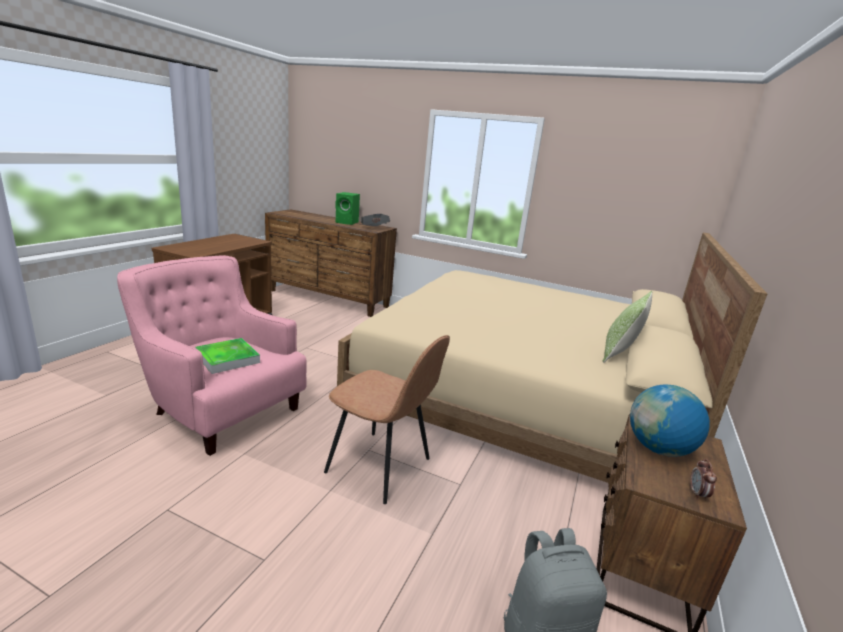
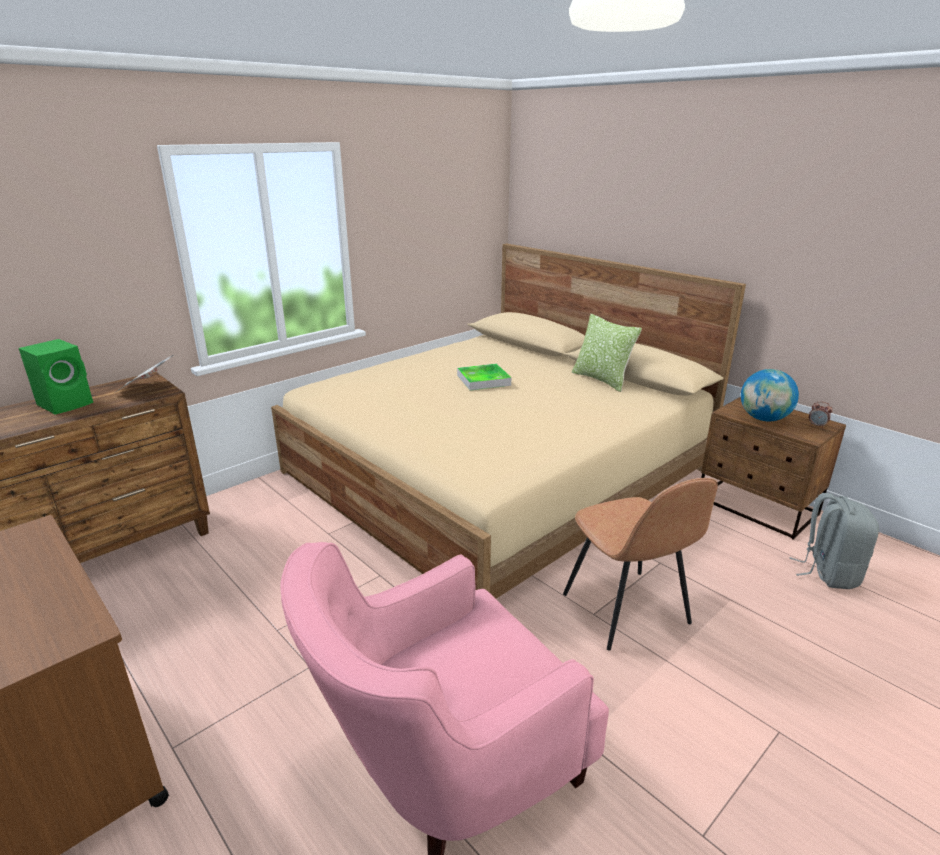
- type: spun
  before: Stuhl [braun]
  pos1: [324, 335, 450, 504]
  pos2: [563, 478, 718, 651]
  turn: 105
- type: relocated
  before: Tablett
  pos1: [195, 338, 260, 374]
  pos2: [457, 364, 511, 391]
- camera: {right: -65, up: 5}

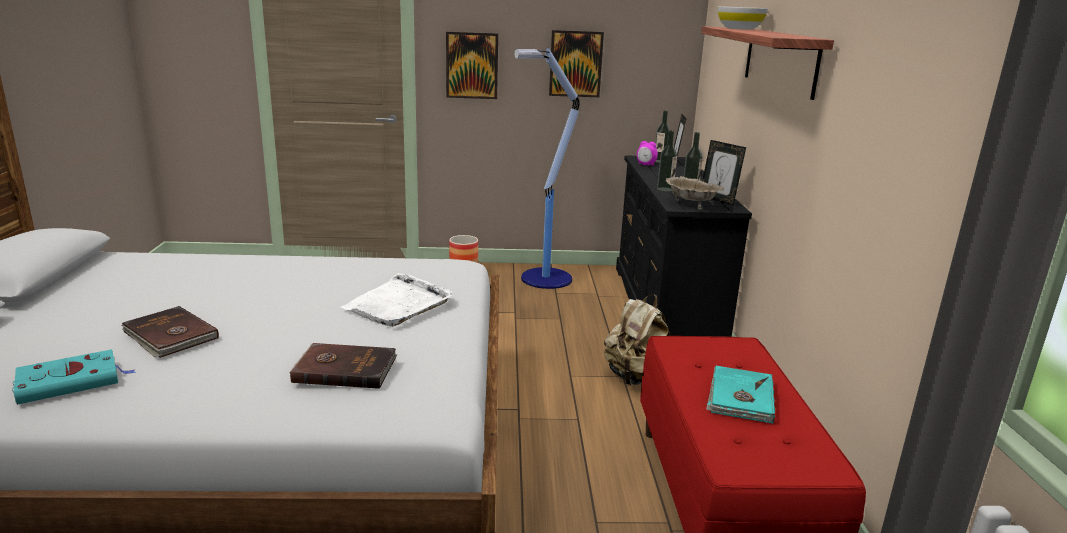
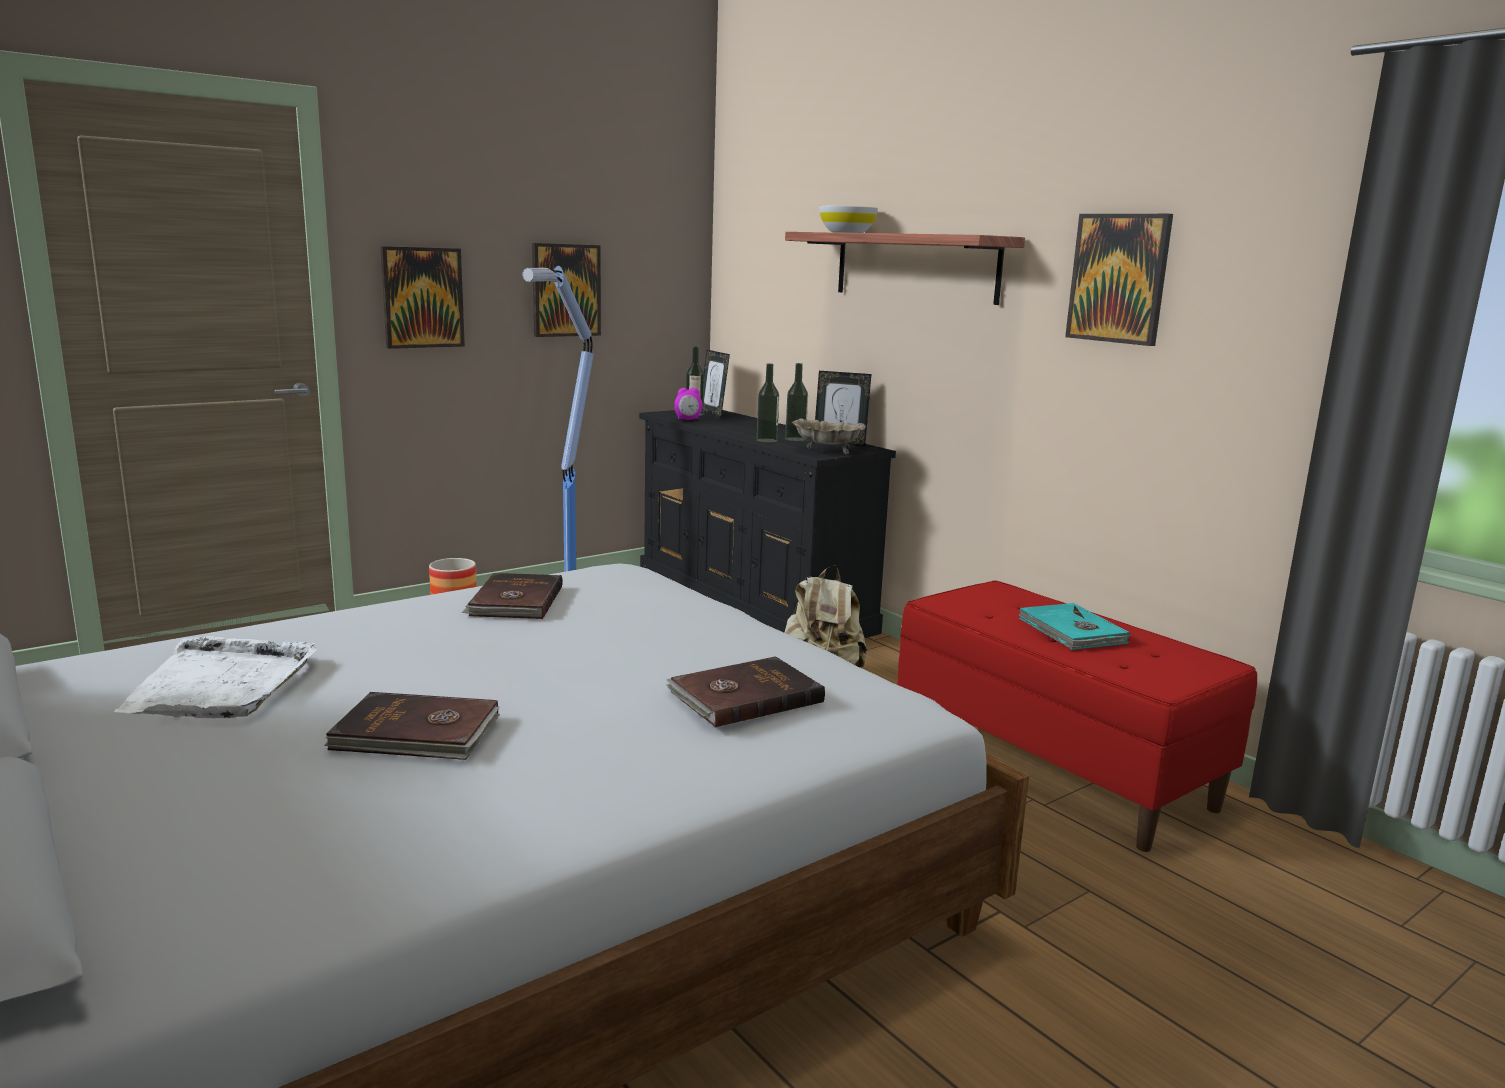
- type: relocated
  before: Tablett [weiß]
  pos1: [341, 273, 452, 327]
  pos2: [114, 636, 317, 718]
- type: missing
  before: Buch [türkis]
  pos1: [12, 349, 136, 405]
- type: appeared
  after: Bild
  pos2: [1065, 214, 1173, 346]
- type: appeared
  after: Buch [braun]
  pos2: [462, 573, 563, 619]
- camera: {right: -35, up: -5}

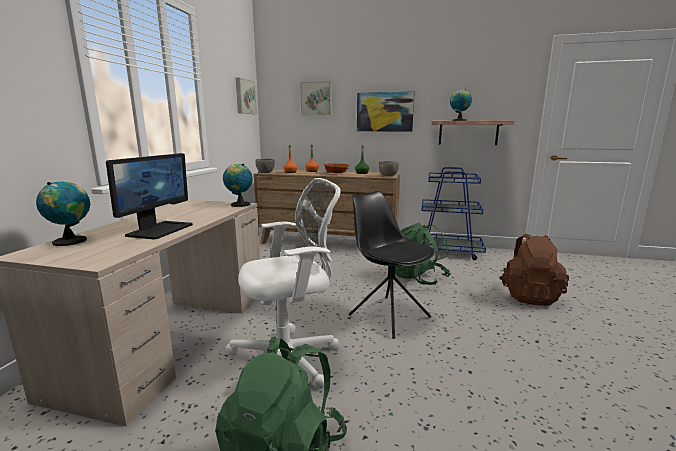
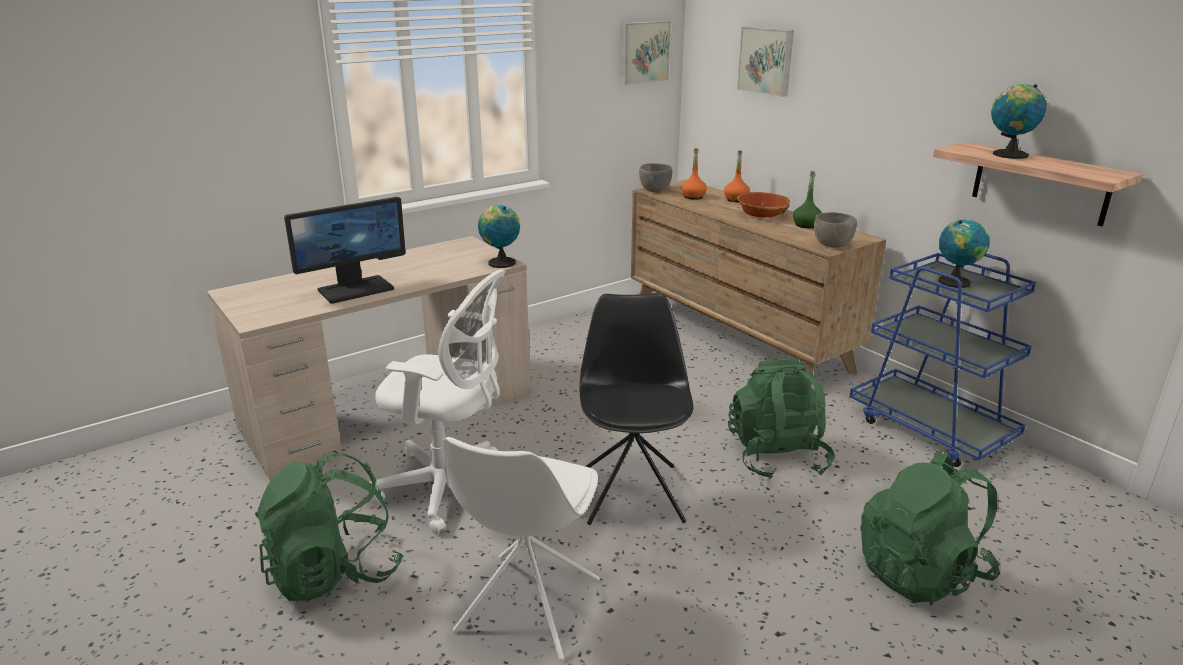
- type: missing
  before: Bild
  pos1: [357, 92, 415, 132]
- type: relocated
  before: Globus
  pos1: [36, 181, 90, 246]
  pos2: [938, 219, 990, 288]
- type: colour
  before: Rucksack [braun]
  after: Rucksack [grün]
  pos1: [499, 234, 569, 306]
  pos2: [860, 451, 1000, 603]
- type: appeared
  after: Stuhl [weiß]
  pos2: [444, 437, 600, 661]
- camera: {right: 40, up: 10}

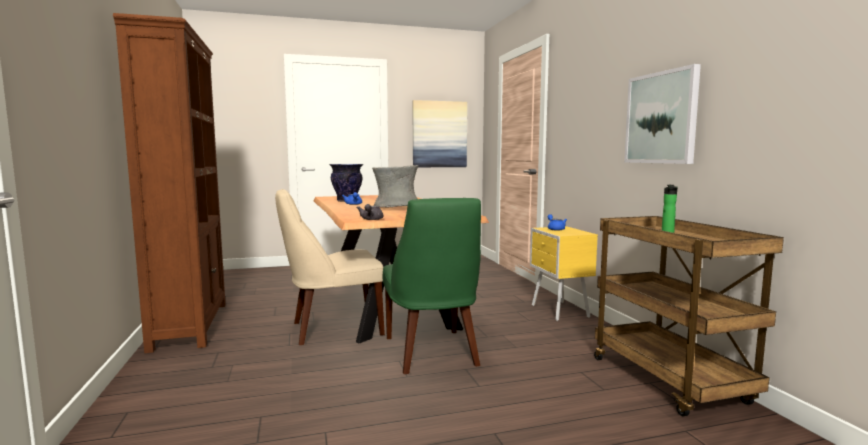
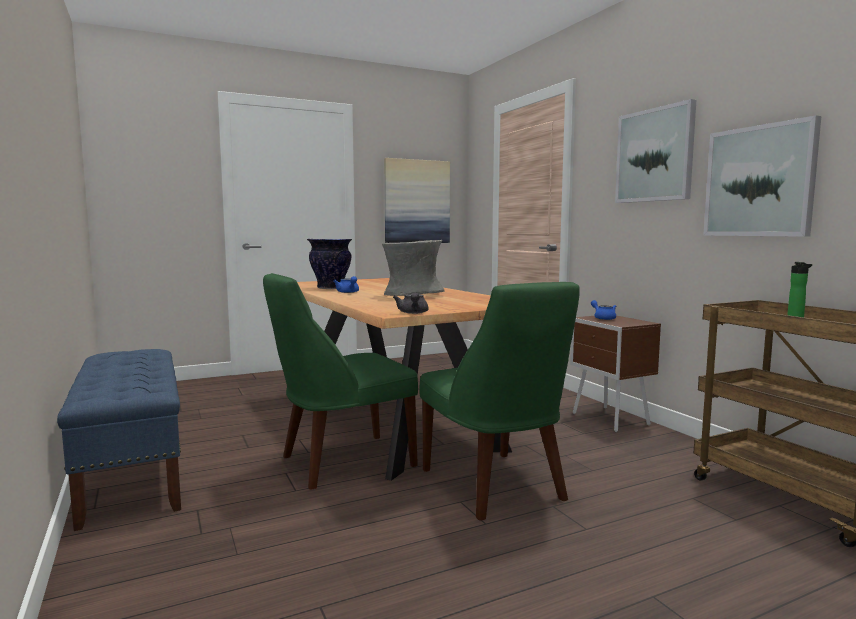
- type: exchanged
  before: Bücherregal [braun]
  after: Bank [blau]
  pos1: [113, 13, 226, 353]
  pos2: [57, 349, 181, 531]
- type: colour
  before: Stuhl [beige]
  after: Stuhl [grün]
  pos1: [275, 189, 385, 345]
  pos2: [263, 273, 418, 490]
- type: colour
  before: Nachttisch [gelb]
  after: Nachttisch [braun]
  pos1: [530, 226, 598, 321]
  pos2: [570, 316, 661, 432]
- type: appeared
  after: Bild
  pos2: [615, 99, 696, 203]
- camera: {right: -10, up: 0}

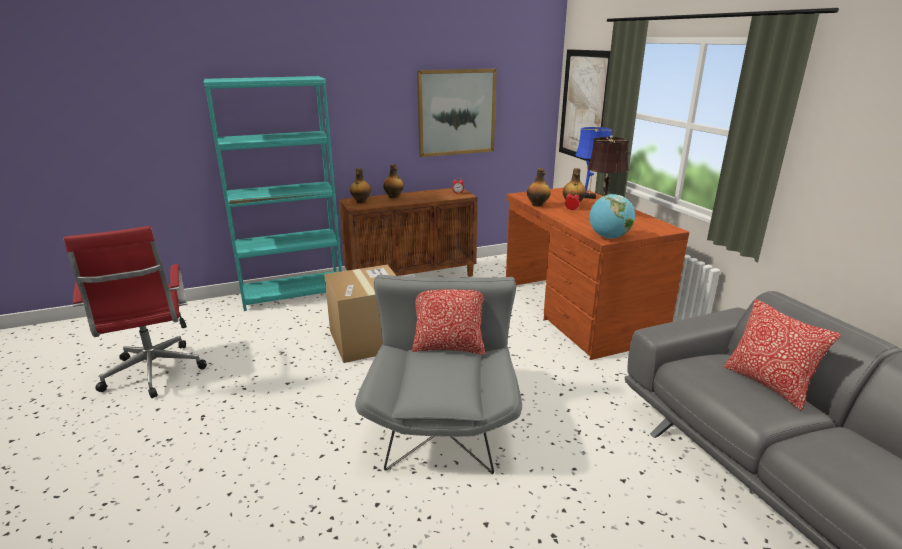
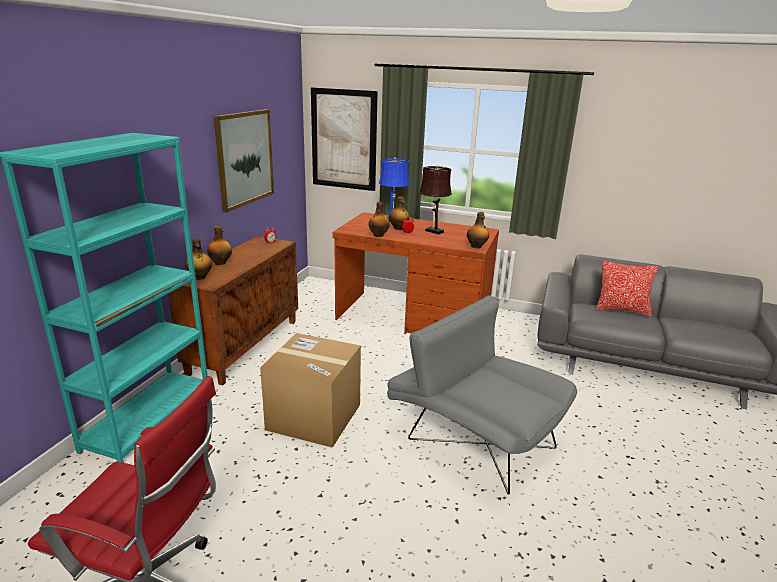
- type: exchanged
  before: Globus
  after: Flasche
  pos1: [589, 194, 635, 239]
  pos2: [467, 212, 489, 248]
- type: missing
  before: Kissen
  pos1: [412, 289, 485, 355]
- camera: {right: -50, up: 0}

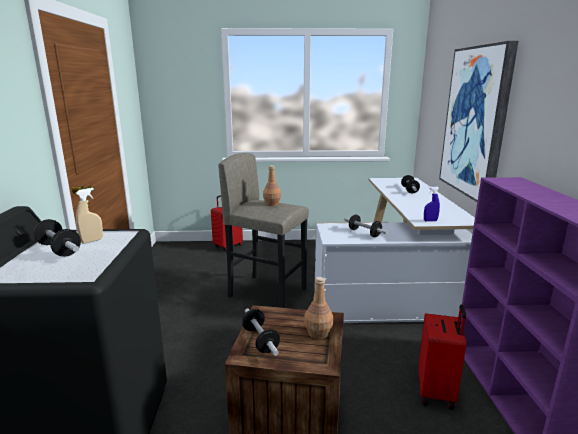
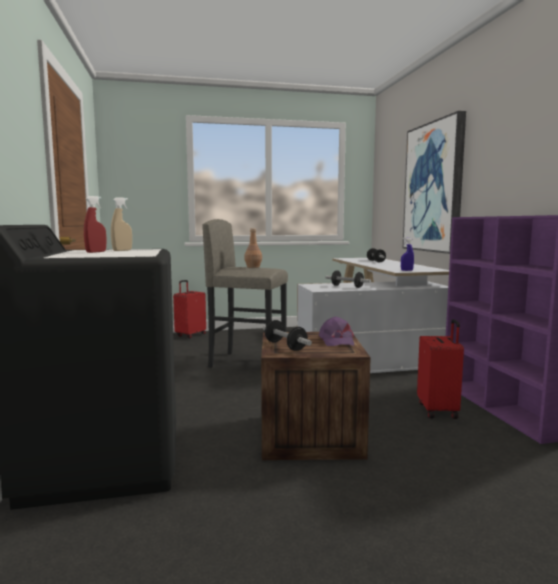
- type: exchanged
  before: Hantel
  after: Sprühflasche [rot]
  pos1: [33, 219, 81, 257]
  pos2: [84, 196, 106, 253]
- type: exchanged
  before: Flasche [braun]
  after: Kappe [lila]
  pos1: [304, 277, 333, 339]
  pos2: [319, 316, 354, 346]
- camera: {right: -10, up: -10}

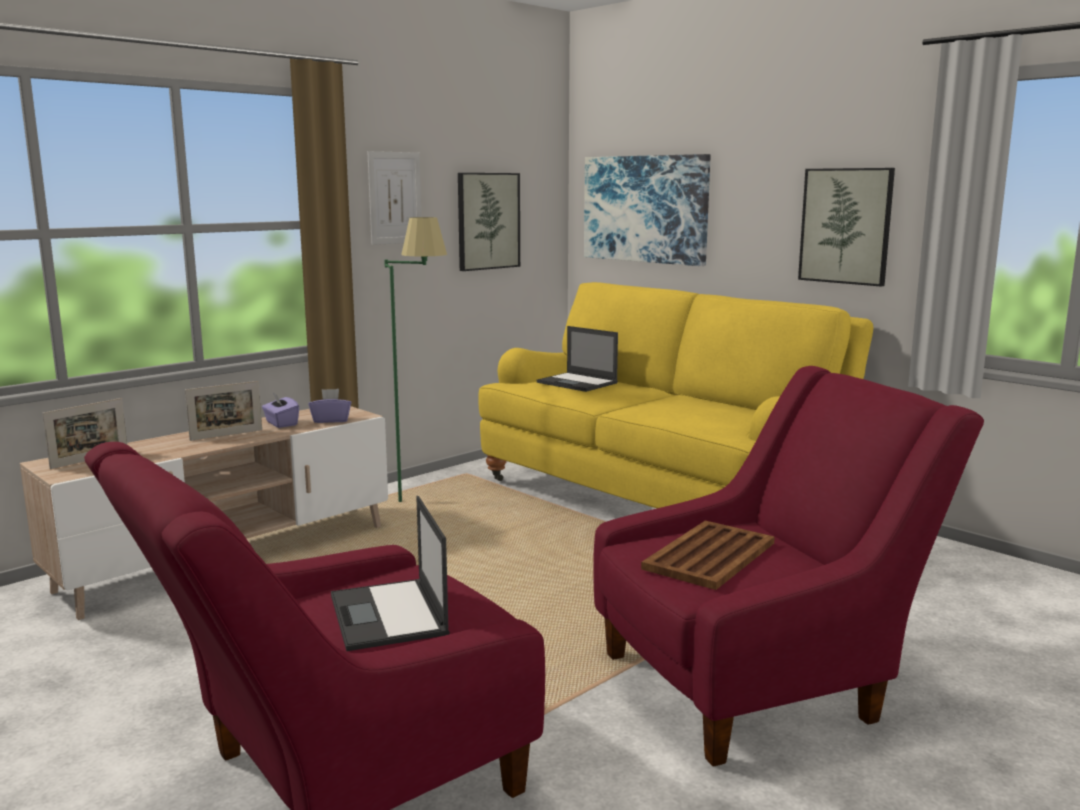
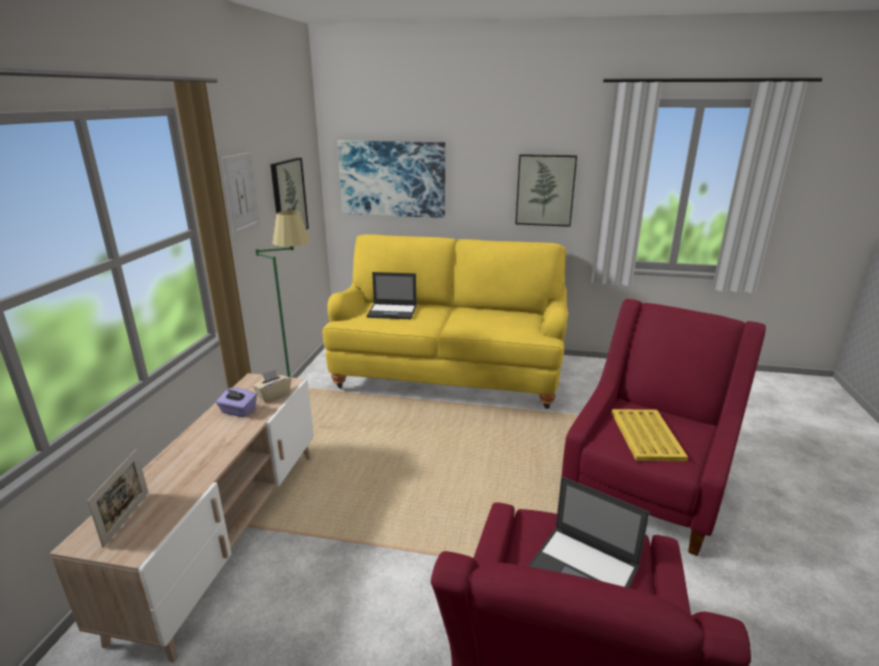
- type: missing
  before: Bilderrahmen
  pos1: [185, 381, 262, 441]
- type: colour
  before: Taschentuchbox [lila]
  after: Taschentuchbox [beige]
  pos1: [309, 389, 352, 423]
  pos2: [253, 369, 291, 402]
- type: colour
  before: Tablett [braun]
  after: Tablett [gelb]
  pos1: [641, 520, 775, 590]
  pos2: [612, 409, 688, 461]
- camera: {right: -35, up: 10}

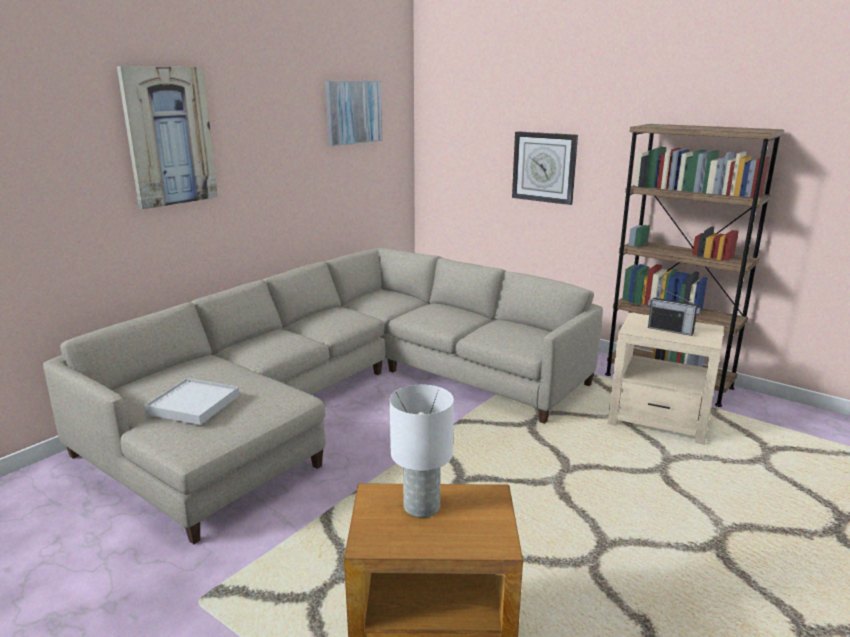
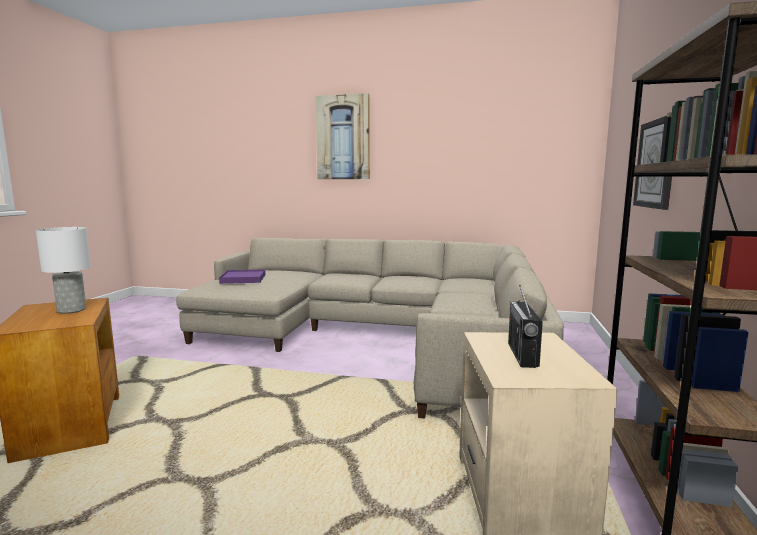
- type: missing
  before: Bild
  pos1: [325, 81, 382, 146]
- type: colour
  before: Tablett [weiß]
  after: Tablett [lila]
  pos1: [144, 378, 239, 425]
  pos2: [219, 269, 265, 284]
- camera: {right: 65, up: -10}

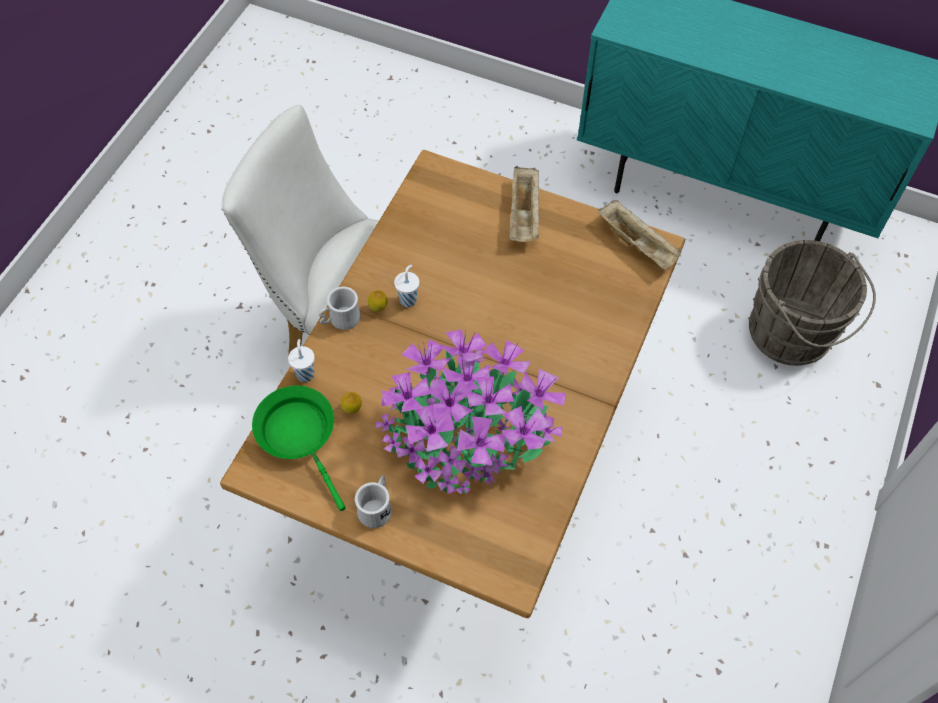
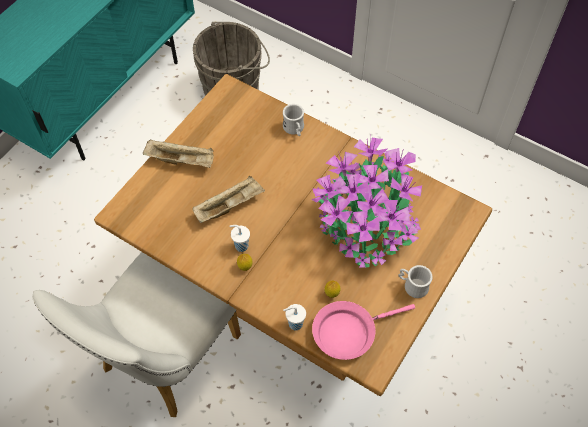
- type: relocated
  before: Tablett [beige]
  pos1: [598, 200, 681, 270]
  pos2: [193, 176, 265, 223]
- type: relocated
  before: Henkelbecher [weiß]
  pos1: [319, 287, 361, 330]
  pos2: [283, 104, 304, 136]
- type: colour
  before: Pfanne [grün]
  after: Pfanne [rosa]
  pos1: [252, 386, 345, 511]
  pos2: [312, 301, 415, 360]
- camera: {right: -80, up: 0}

